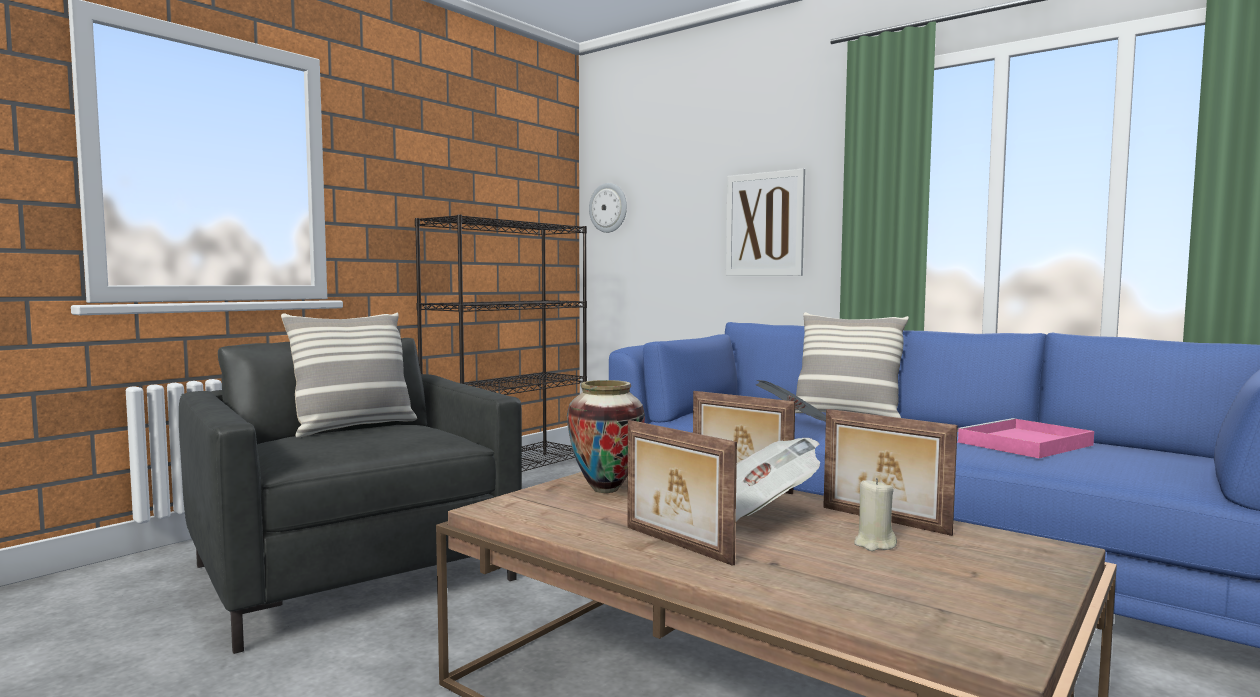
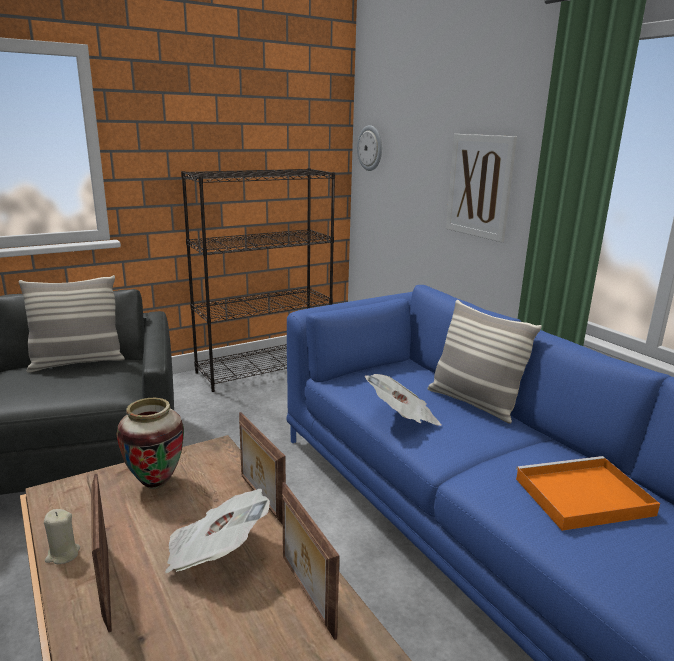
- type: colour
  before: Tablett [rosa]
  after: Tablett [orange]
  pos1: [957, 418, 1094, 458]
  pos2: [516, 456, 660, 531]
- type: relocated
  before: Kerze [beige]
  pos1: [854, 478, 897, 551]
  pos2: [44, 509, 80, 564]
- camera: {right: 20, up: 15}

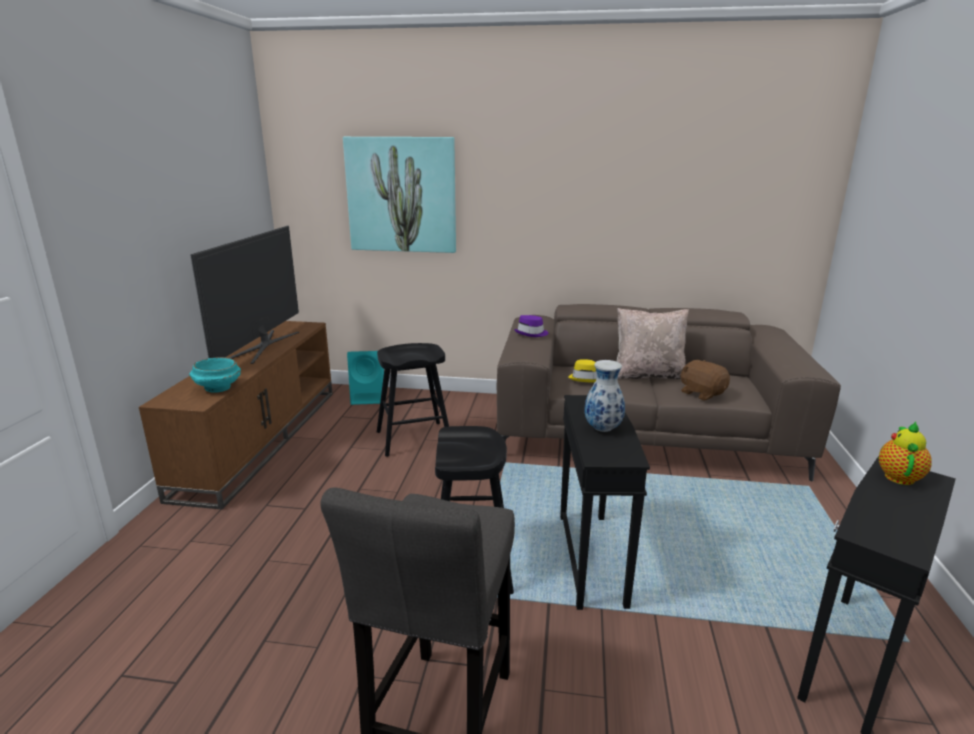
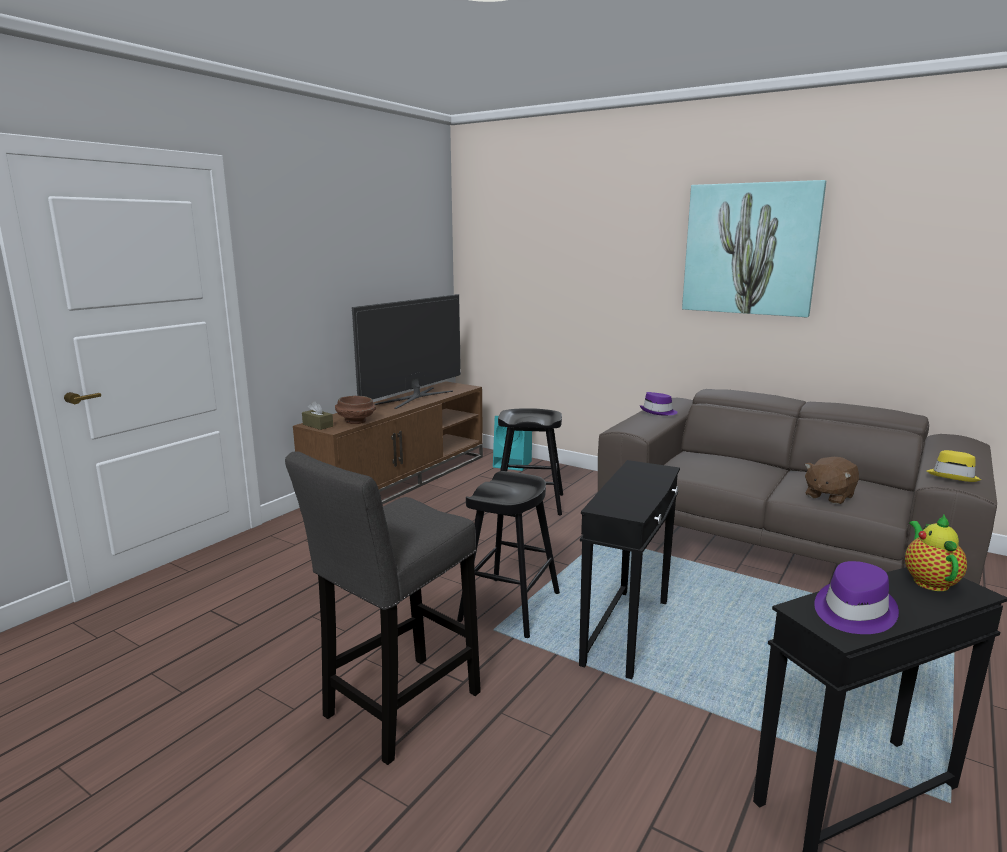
- type: relocated
  before: Bild
  pos1: [343, 137, 456, 253]
  pos2: [682, 180, 826, 317]
- type: missing
  before: Kissen [beige]
  pos1: [617, 308, 689, 379]
- type: colour
  before: Schüssel [türkis]
  after: Schüssel [braun]
  pos1: [189, 357, 241, 393]
  pos2: [335, 396, 376, 424]
- type: relocated
  before: Hut [gelb]
  pos1: [568, 359, 597, 382]
  pos2: [927, 450, 981, 482]
- type: missing
  before: Vase
  pos1: [584, 360, 625, 432]
- type: spun
  before: Plüschtier [braun]
  pos1: [680, 360, 730, 401]
  pos2: [804, 457, 859, 505]
  turn: -120
- type: spun
  before: Teekanne
  pos1: [879, 422, 932, 485]
  pos2: [905, 515, 967, 591]
  turn: -45
- type: appeared
  after: Taschentuchbox [braun]
  pos2: [302, 401, 333, 430]
- type: appeared
  after: Hut [lila]
  pos2: [814, 561, 899, 634]
- camera: {right: 25, up: -5}

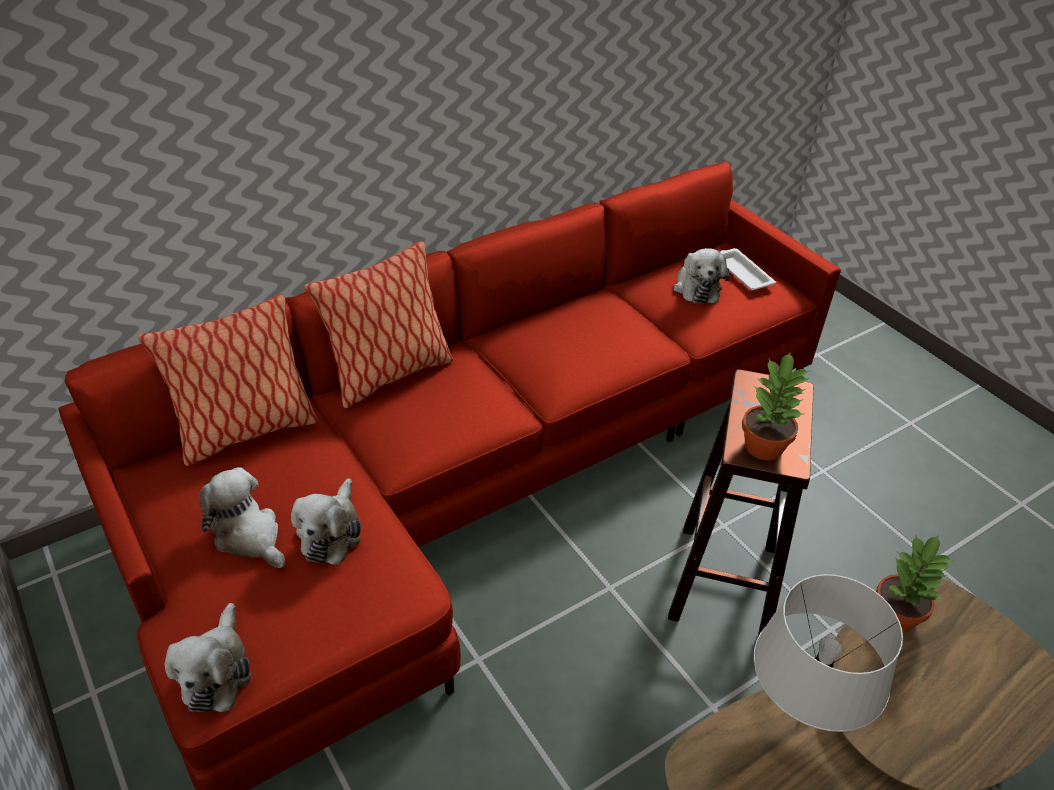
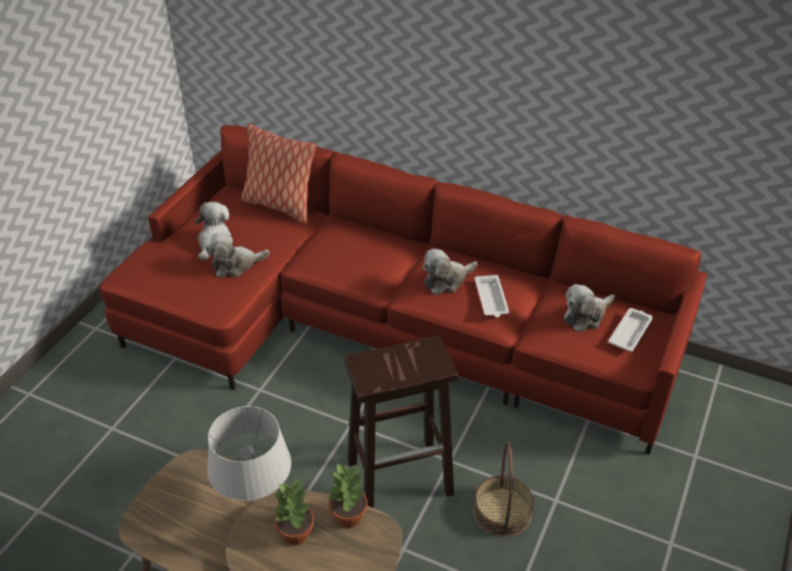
- type: missing
  before: Kissen
  pos1: [304, 241, 453, 408]
- type: relocated
  before: Topfpflanze
  pos1: [742, 352, 810, 460]
  pos2: [273, 478, 314, 545]
- type: relocated
  before: Plüschtier
  pos1: [165, 603, 252, 712]
  pos2: [423, 249, 477, 295]
- type: appeared
  after: Tablett [weiß]
  pos2: [475, 275, 509, 317]
- type: appeared
  after: Korb
  pos2: [473, 442, 534, 537]
- camera: {right: 60, up: 0}

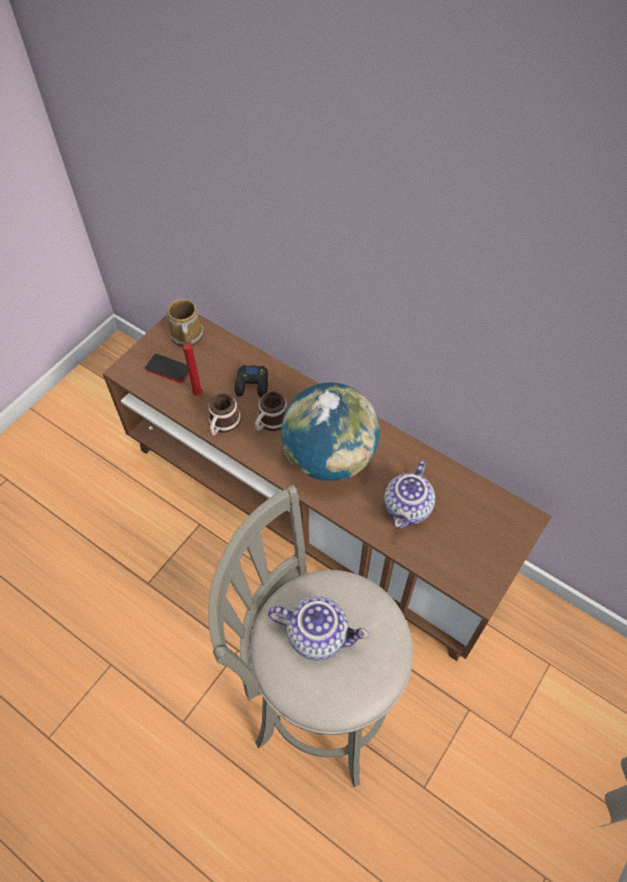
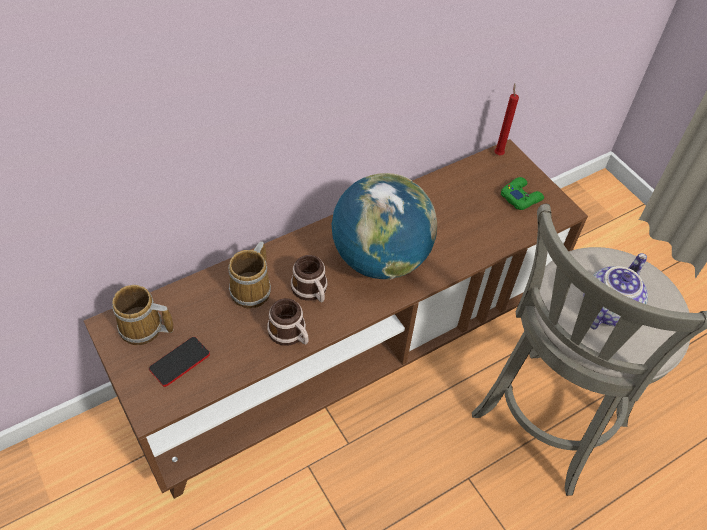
- type: relocated
  before: Kerze [rot]
  pos1: [183, 337, 203, 395]
  pos2: [494, 83, 519, 155]
- type: exchanged
  before: Gamepad [schwarz]
  after: Henkelbecher
  pos1: [235, 365, 268, 397]
  pos2: [228, 241, 271, 309]
- type: missing
  before: Teekanne
  pos1: [384, 460, 435, 529]
- type: appeared
  after: Gamepad [grün]
  pos2: [501, 177, 544, 210]
- camera: {right: -70, up: -5}

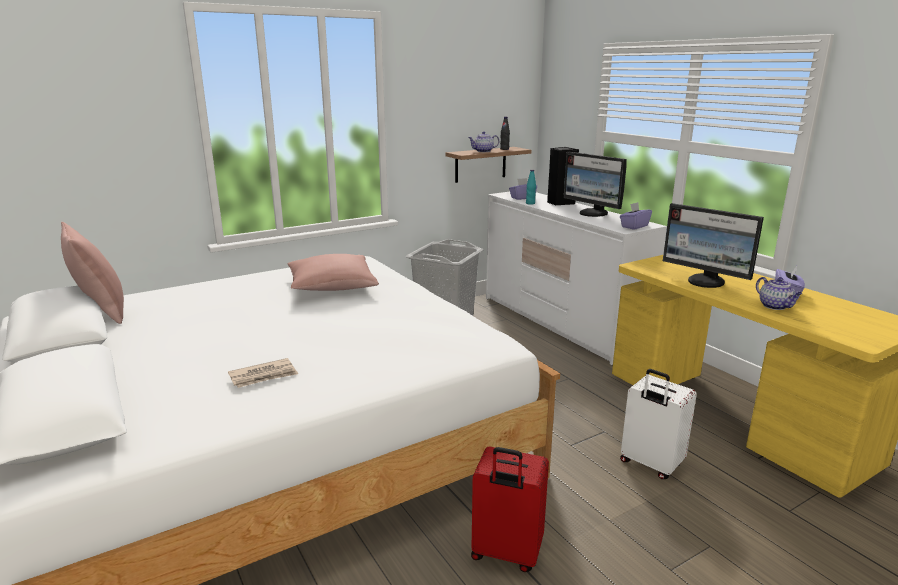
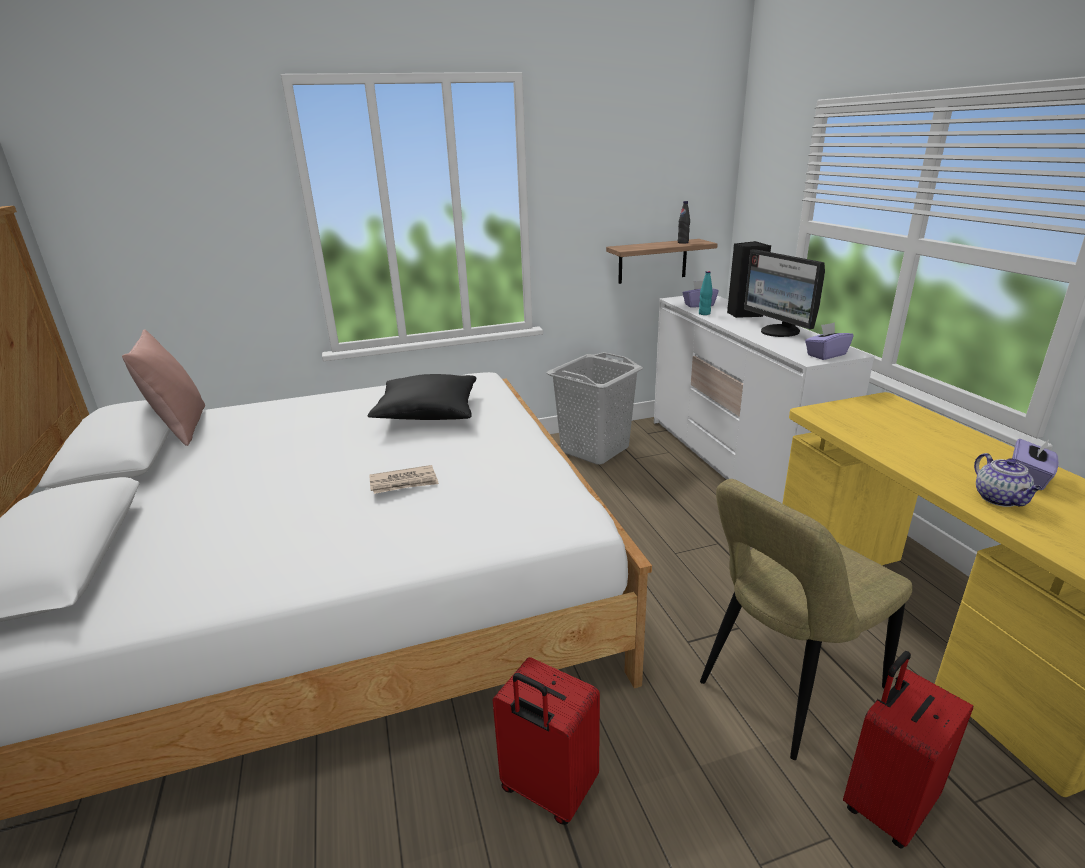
- type: missing
  before: Teekanne
  pos1: [468, 132, 499, 152]
- type: missing
  before: Monitor
  pos1: [663, 203, 764, 288]
- type: colour
  before: Kissen [rosa]
  after: Kissen [schwarz]
  pos1: [288, 254, 379, 291]
  pos2: [368, 374, 476, 420]
- type: relocated
  before: Zeitung
  pos1: [228, 358, 298, 388]
  pos2: [369, 465, 439, 494]
- type: exchanged
  before: Koffer [weiß]
  after: Stuhl [beige]
  pos1: [620, 369, 697, 479]
  pos2: [700, 479, 912, 760]
- type: appeared
  after: Koffer [rot]
  pos2: [843, 651, 973, 849]
- camera: {right: 15, up: 5}

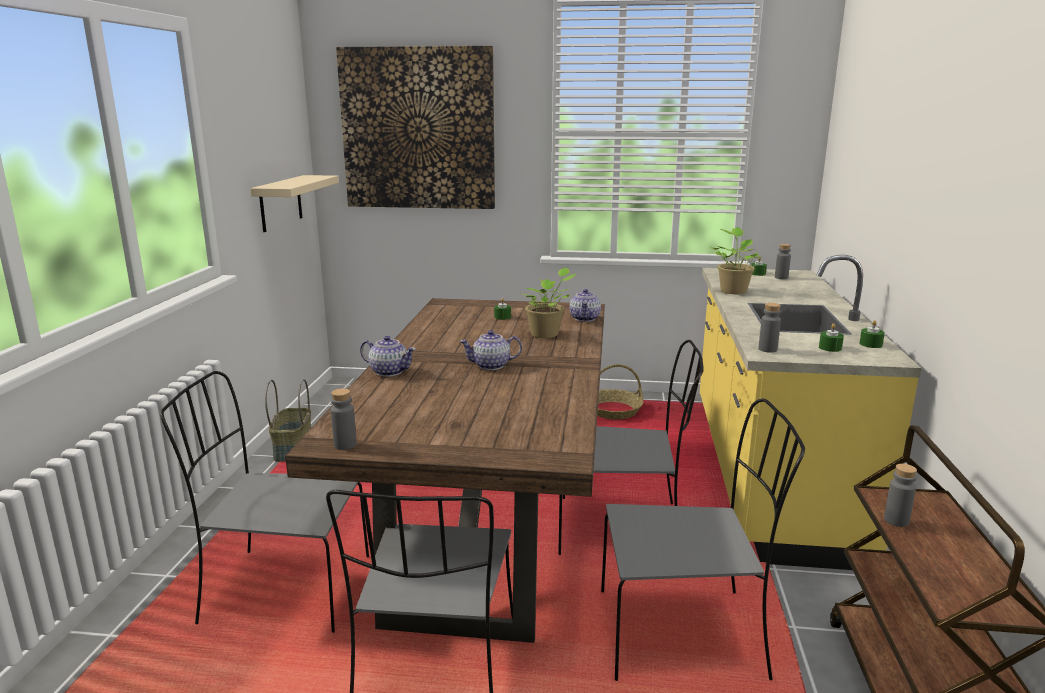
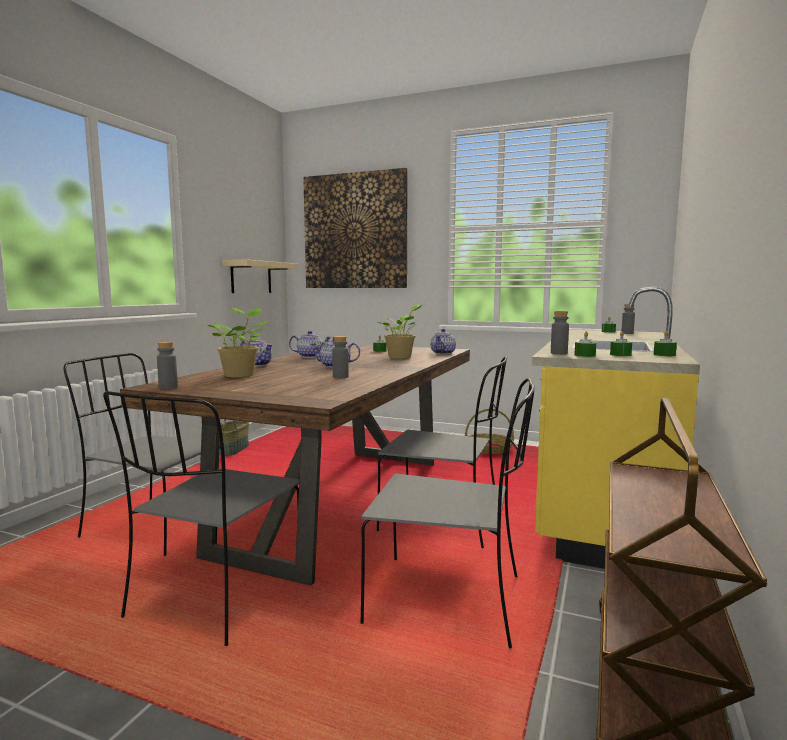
- type: relocated
  before: Topfpflanze
  pos1: [710, 227, 760, 294]
  pos2: [208, 308, 268, 377]
- type: relocated
  before: Flasche [grau]
  pos1: [884, 464, 917, 527]
  pos2: [332, 336, 349, 378]
- type: appeared
  after: Teekanne
  pos2: [289, 331, 332, 358]
- type: appeared
  after: Kerze [grün]
  pos2: [574, 332, 596, 357]
- camera: {right: 15, up: -10}

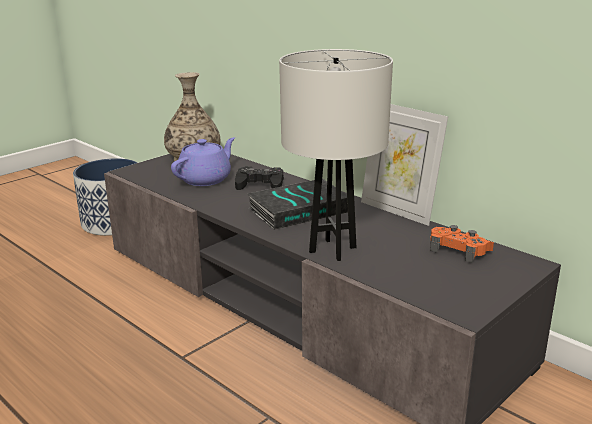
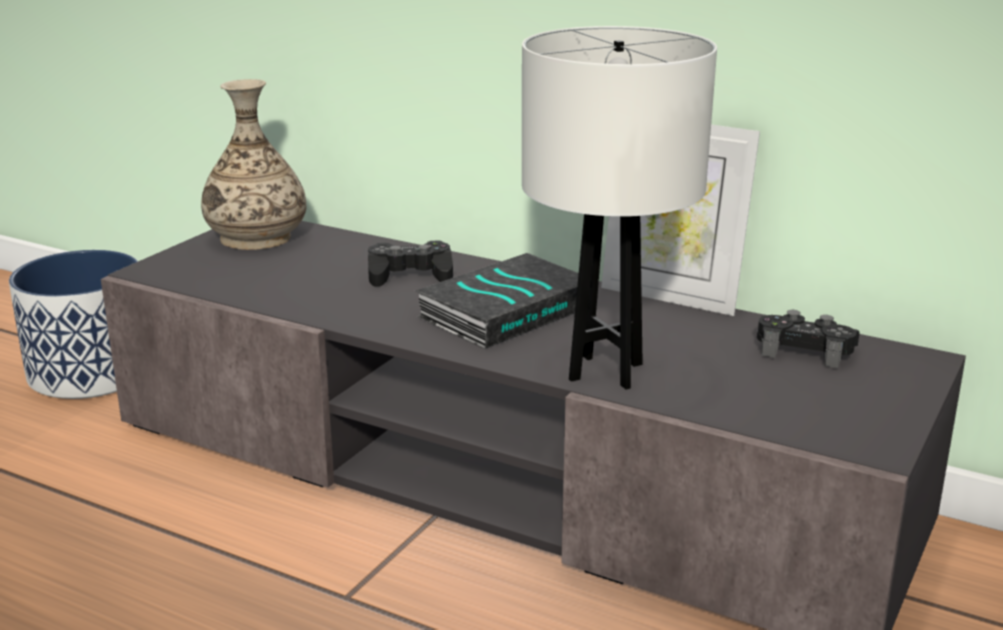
- type: missing
  before: Teekanne [lila]
  pos1: [171, 137, 235, 186]
- type: colour
  before: Gamepad [orange]
  after: Gamepad [schwarz]
  pos1: [430, 225, 494, 263]
  pos2: [757, 310, 860, 368]
- camera: {right: -15, up: 0}

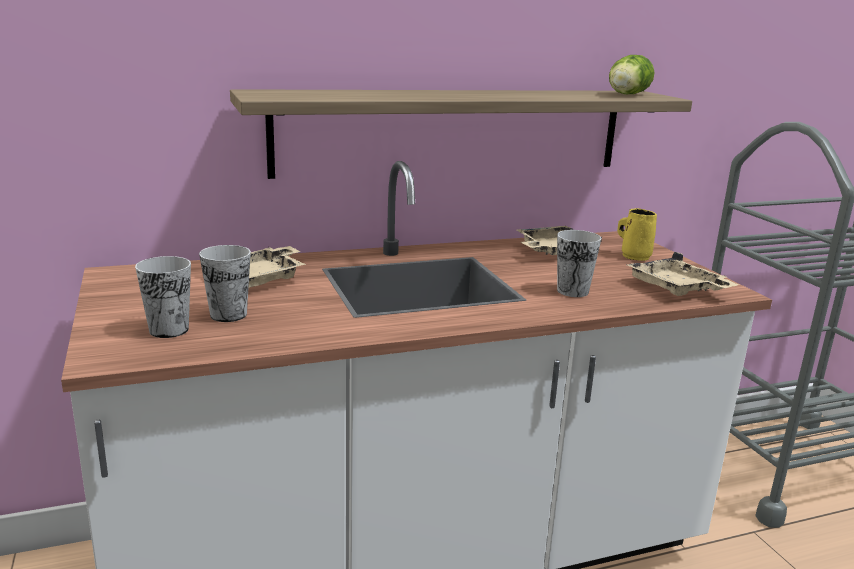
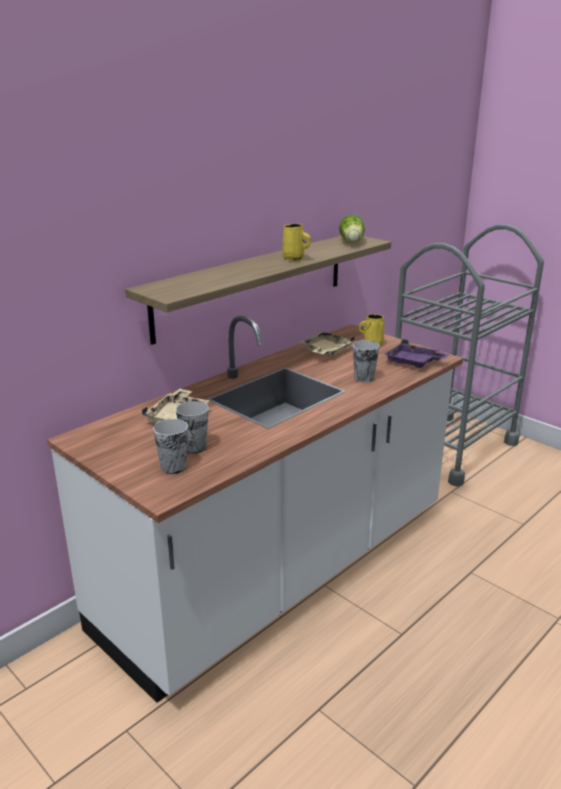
- type: colour
  before: Tablett [beige]
  after: Tablett [lila]
  pos1: [627, 252, 739, 296]
  pos2: [384, 339, 450, 368]
- type: appeared
  after: Henkelbecher [gelb]
  pos2: [282, 223, 311, 261]
- camera: {right: -25, up: 5}

